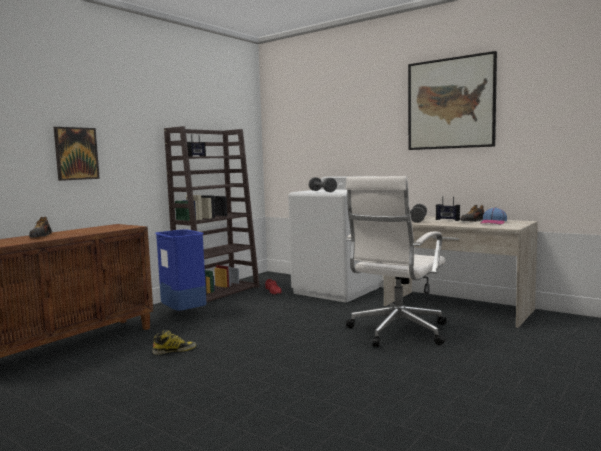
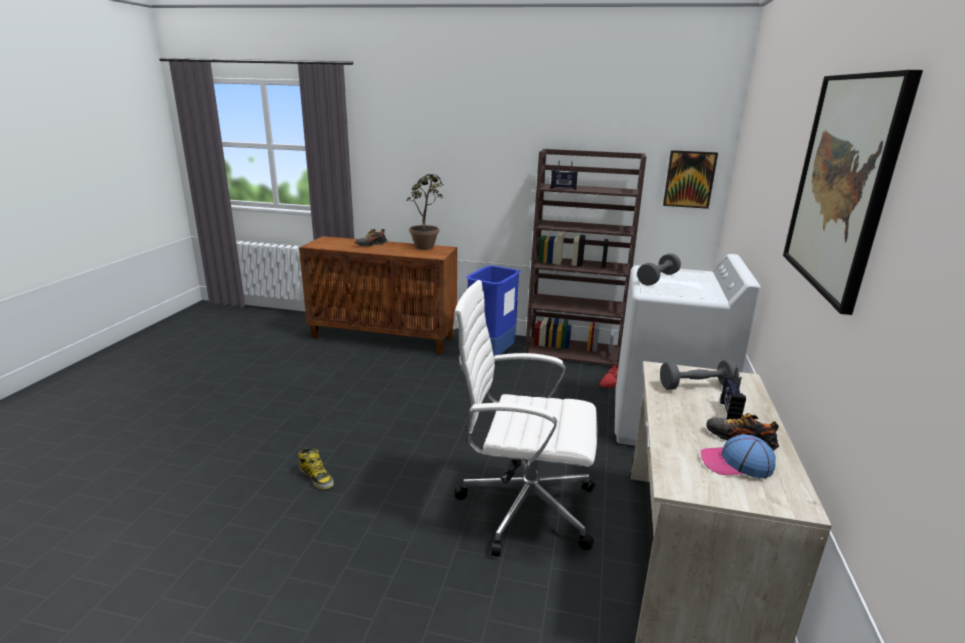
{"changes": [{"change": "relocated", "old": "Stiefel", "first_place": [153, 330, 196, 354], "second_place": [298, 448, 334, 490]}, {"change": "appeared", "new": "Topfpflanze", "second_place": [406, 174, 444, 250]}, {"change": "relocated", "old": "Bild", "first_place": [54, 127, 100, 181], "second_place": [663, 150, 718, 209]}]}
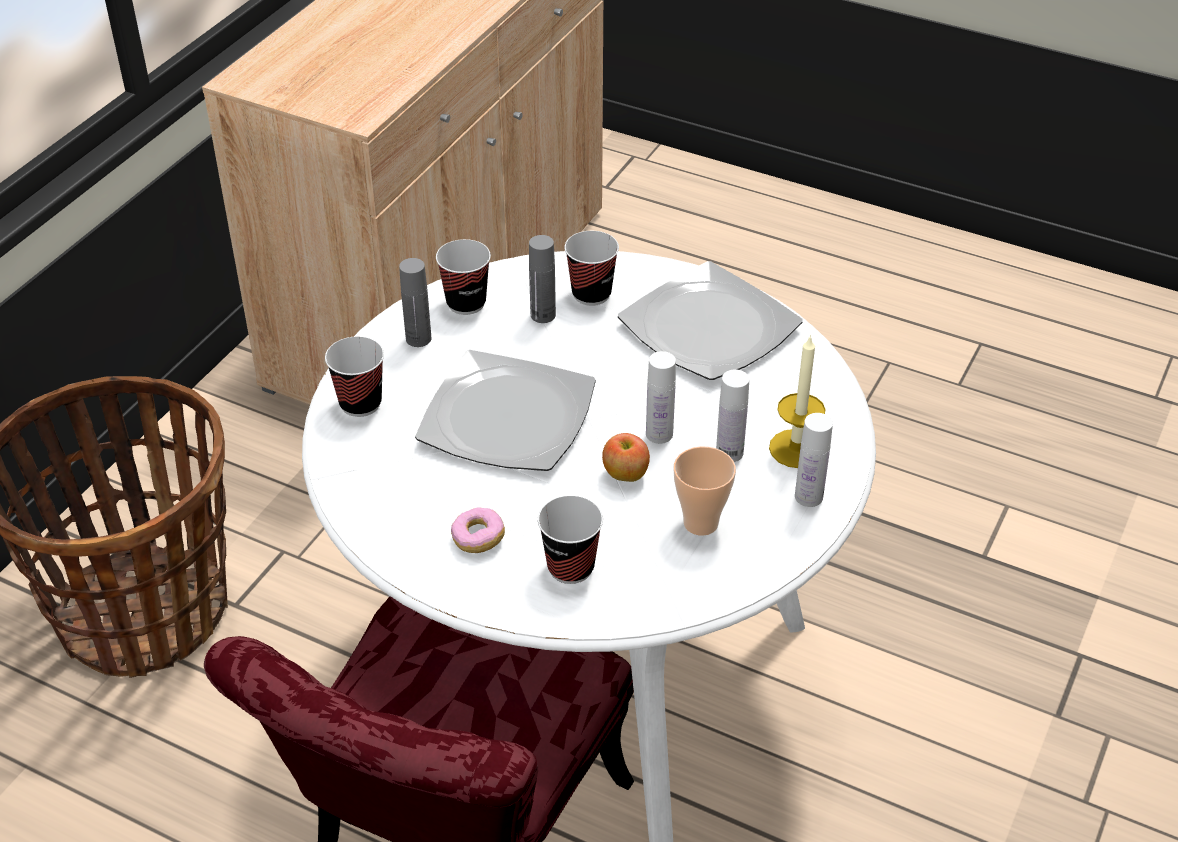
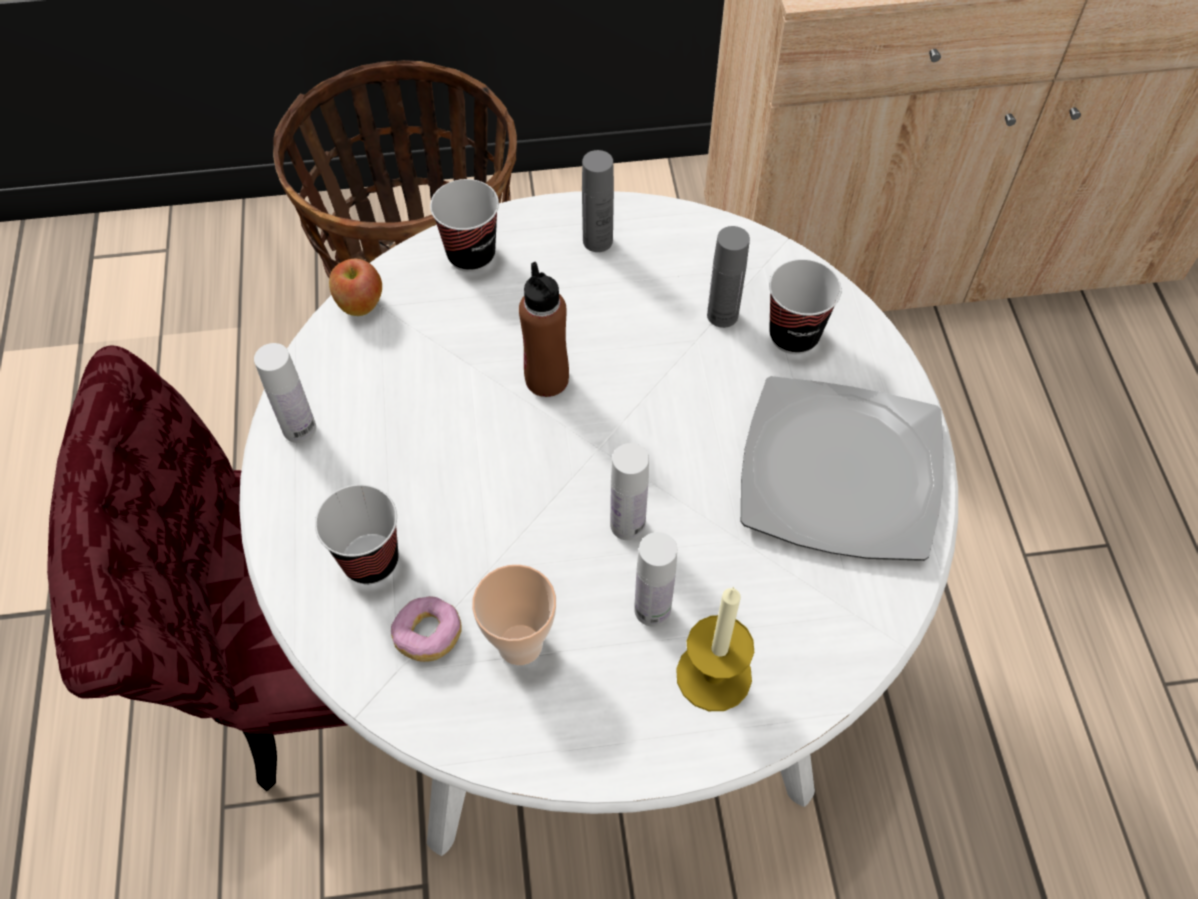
{"changes": [{"change": "relocated", "old": "Flasche (weiß)", "first_place": [795, 413, 833, 507], "second_place": [254, 343, 316, 443]}, {"change": "relocated", "old": "Apfel", "first_place": [602, 433, 650, 482], "second_place": [329, 259, 382, 316]}, {"change": "relocated", "old": "Donut", "first_place": [451, 507, 505, 553], "second_place": [391, 596, 462, 662]}, {"change": "exchanged", "old": "Teller", "new": "Flasche (braun)", "first_place": [415, 350, 596, 471], "second_place": [519, 262, 569, 397]}, {"change": "missing", "old": "Tasse", "first_place": [436, 239, 491, 315]}]}
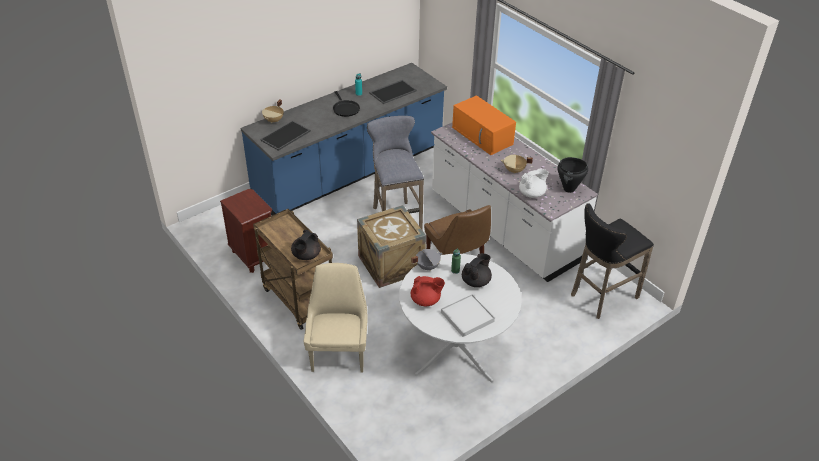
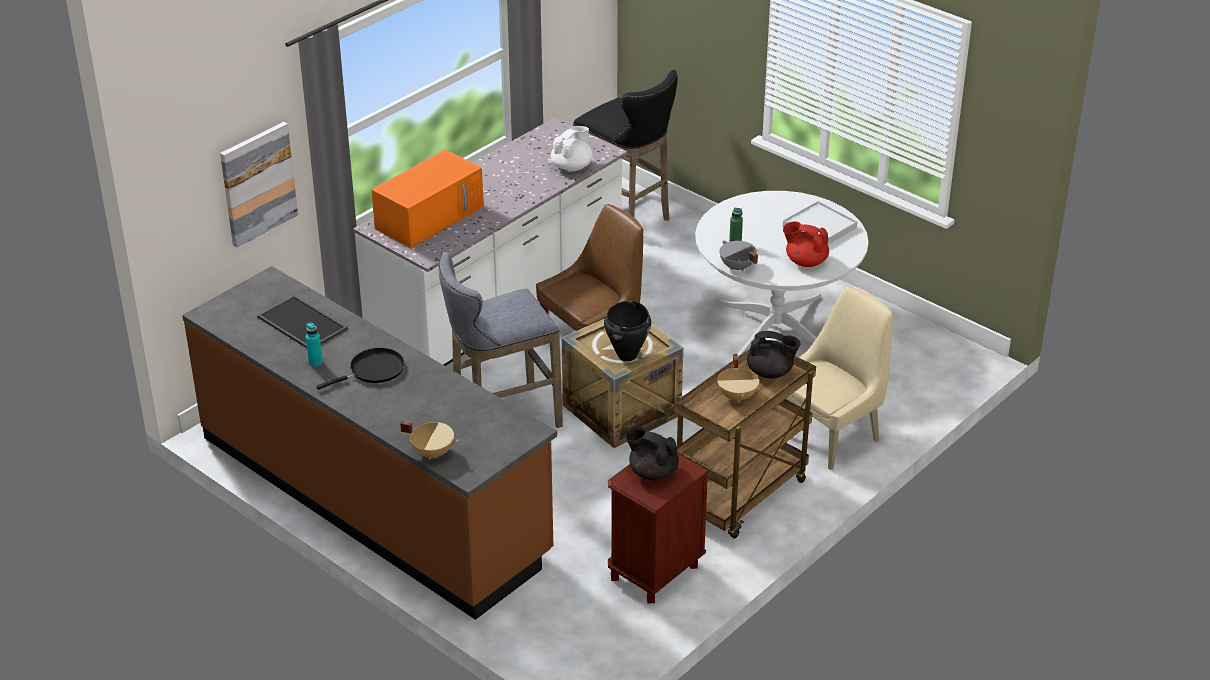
{"changes": [{"change": "colour", "old": "Küchenzeile (blau)", "new": "Küchenzeile (braun)", "first_place": [240, 63, 447, 215], "second_place": [182, 266, 557, 620]}, {"change": "appeared", "new": "Bild", "second_place": [220, 122, 298, 248]}, {"change": "spun", "old": "Teekanne (weiß)", "first_place": [519, 169, 549, 198], "second_place": [551, 126, 593, 172], "degrees": 75}, {"change": "relocated", "old": "Kochtopf (schwarz)", "first_place": [557, 157, 588, 193], "second_place": [604, 301, 651, 361]}, {"change": "relocated", "old": "Teekanne (schwarz)", "first_place": [462, 253, 492, 287], "second_place": [625, 426, 679, 481]}, {"change": "relocated", "old": "Kochtopf (beige)", "first_place": [501, 155, 533, 174], "second_place": [717, 354, 759, 403]}, {"change": "spun", "old": "Teekanne (rot)", "first_place": [411, 276, 445, 306], "second_place": [783, 221, 829, 267], "degrees": -60}, {"change": "spun", "old": "Stuhl (beige)", "first_place": [304, 263, 368, 372], "second_place": [786, 286, 893, 470], "degrees": 150}, {"change": "missing", "old": "Tablett", "first_place": [260, 121, 311, 151]}]}
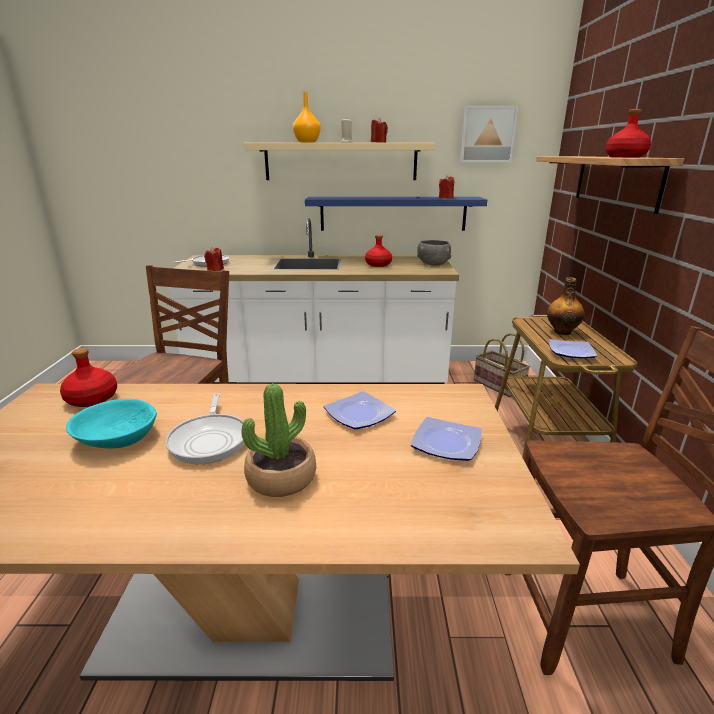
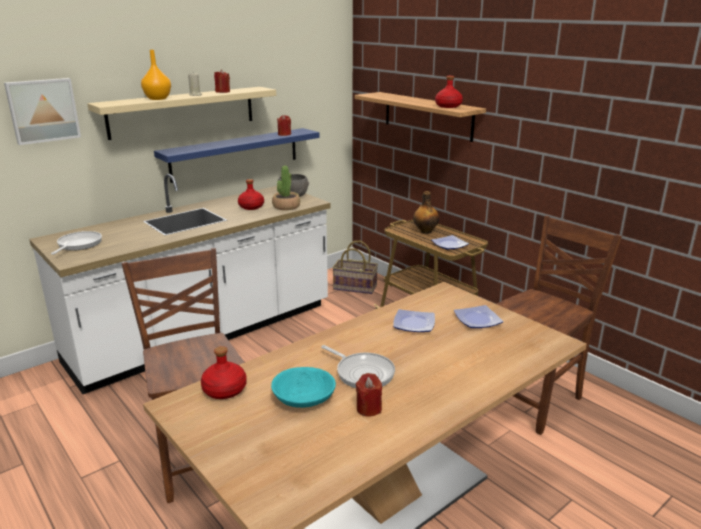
{"changes": [{"change": "relocated", "old": "Bild", "first_place": [460, 106, 518, 162], "second_place": [4, 78, 81, 145]}, {"change": "relocated", "old": "Topfpflanze", "first_place": [241, 383, 316, 497], "second_place": [272, 166, 300, 210]}, {"change": "relocated", "old": "Kerze (rot)", "first_place": [204, 247, 224, 271], "second_place": [356, 373, 382, 416]}]}
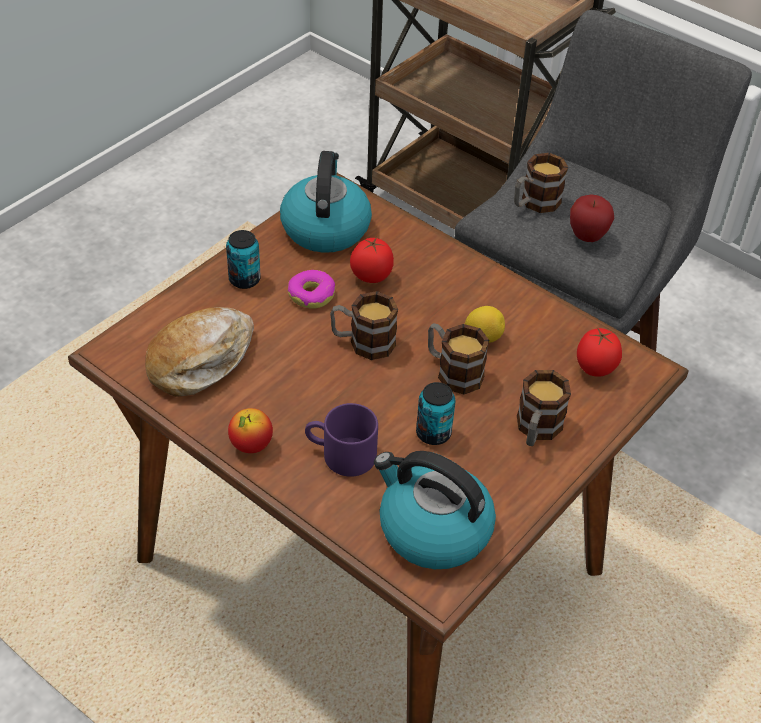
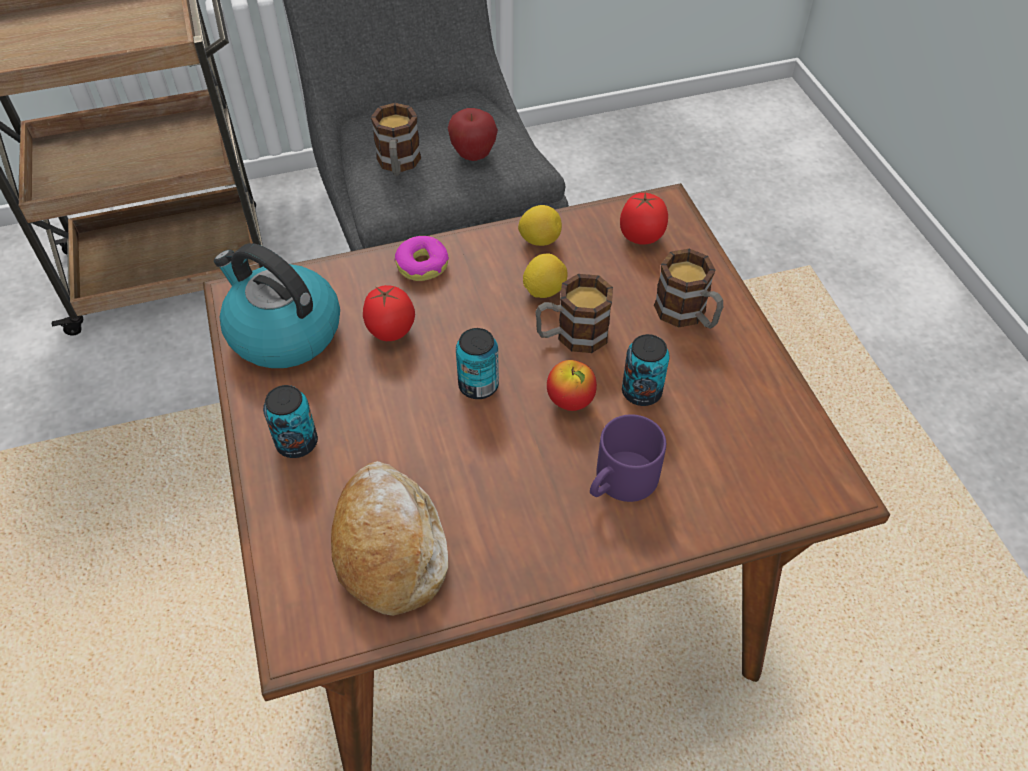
{"changes": [{"change": "relocated", "old": "Donut", "first_place": [288, 270, 335, 309], "second_place": [395, 236, 449, 281]}, {"change": "exchanged", "old": "Henkelbecher", "new": "Dose", "first_place": [330, 291, 398, 360], "second_place": [456, 328, 499, 399]}, {"change": "appeared", "new": "Zitrone", "second_place": [518, 205, 562, 246]}, {"change": "relocated", "old": "Apfel", "first_place": [228, 408, 273, 453], "second_place": [547, 360, 597, 411]}, {"change": "missing", "old": "Wasserkessel", "first_place": [374, 451, 496, 569]}]}
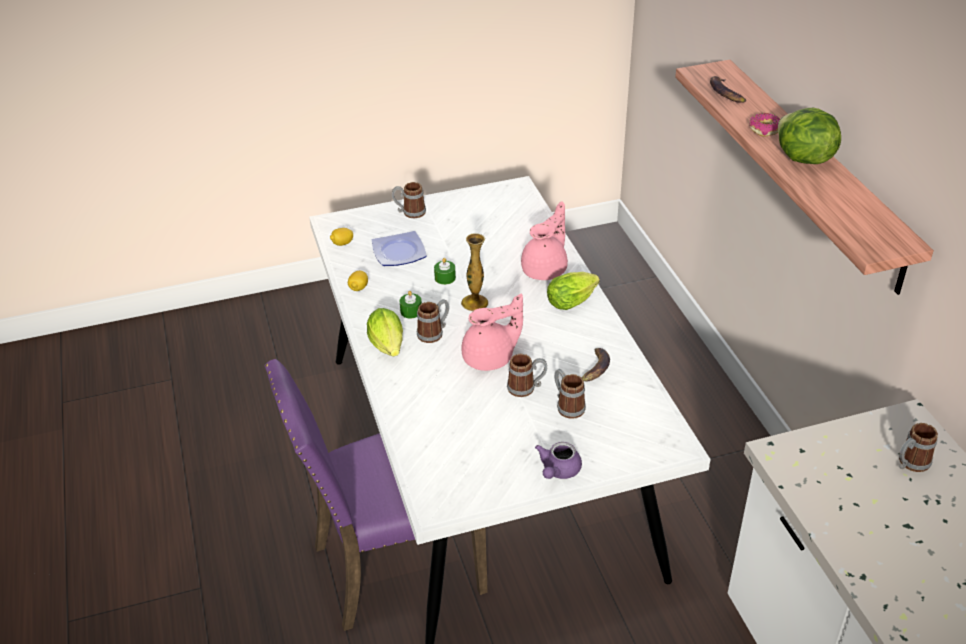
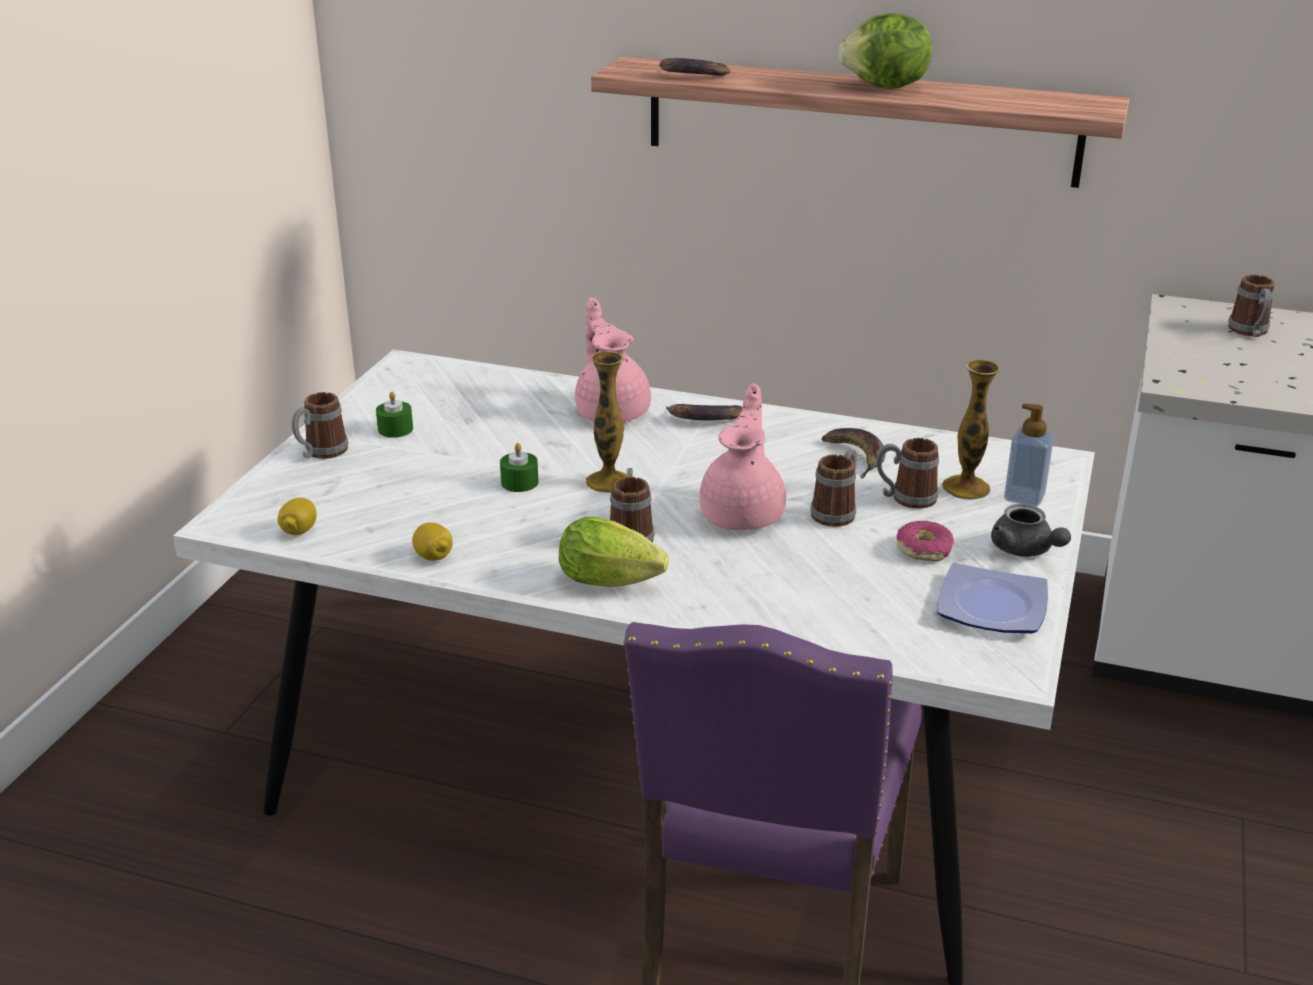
{"changes": [{"change": "relocated", "old": "Kerze (grün)", "first_place": [400, 291, 422, 319], "second_place": [376, 391, 413, 438]}, {"change": "exchanged", "old": "Salatkopf", "new": "Banane", "first_place": [547, 272, 600, 310], "second_place": [666, 404, 742, 421]}, {"change": "relocated", "old": "Donut", "first_place": [749, 113, 780, 137], "second_place": [896, 521, 954, 562]}, {"change": "relocated", "old": "Teller", "first_place": [372, 231, 427, 266], "second_place": [938, 563, 1048, 633]}, {"change": "appeared", "new": "Vase", "second_place": [942, 360, 1000, 500]}, {"change": "colour", "old": "Teekanne (lila)", "new": "Teekanne (grau)", "first_place": [535, 442, 582, 479], "second_place": [991, 504, 1071, 557]}, {"change": "appeared", "new": "Seifenspender", "second_place": [1004, 403, 1054, 507]}]}
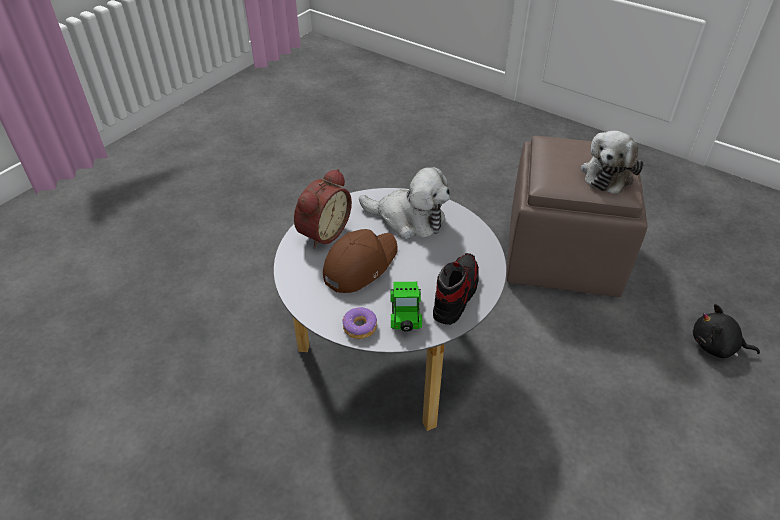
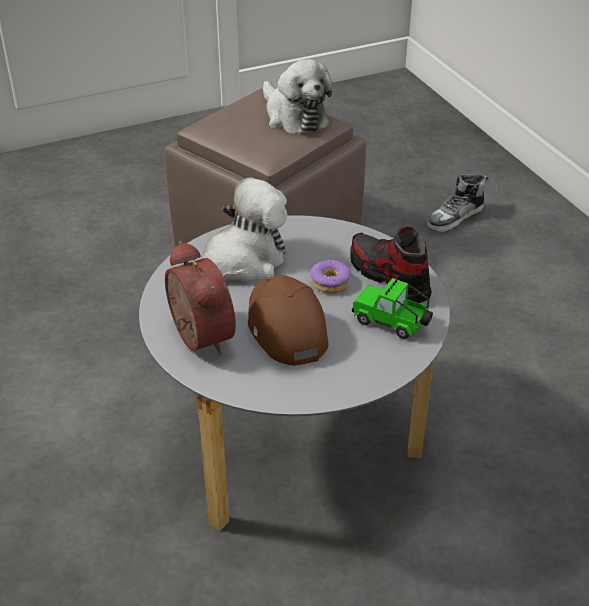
{"changes": [{"change": "relocated", "old": "Donut", "first_place": [343, 307, 377, 339], "second_place": [311, 260, 351, 293]}, {"change": "exchanged", "old": "Plüschtier (schwarz)", "new": "Schuh", "first_place": [693, 304, 760, 358], "second_place": [427, 174, 488, 232]}]}
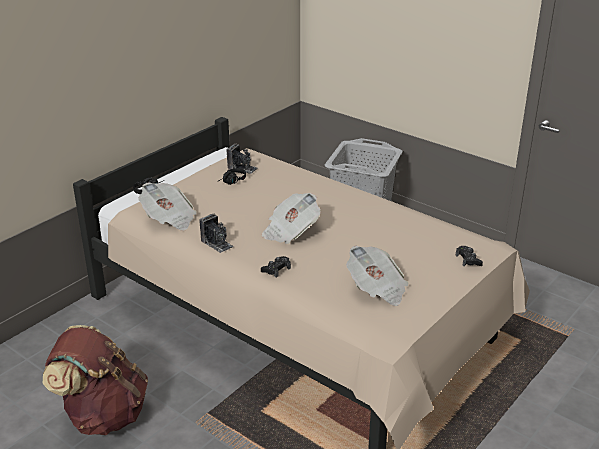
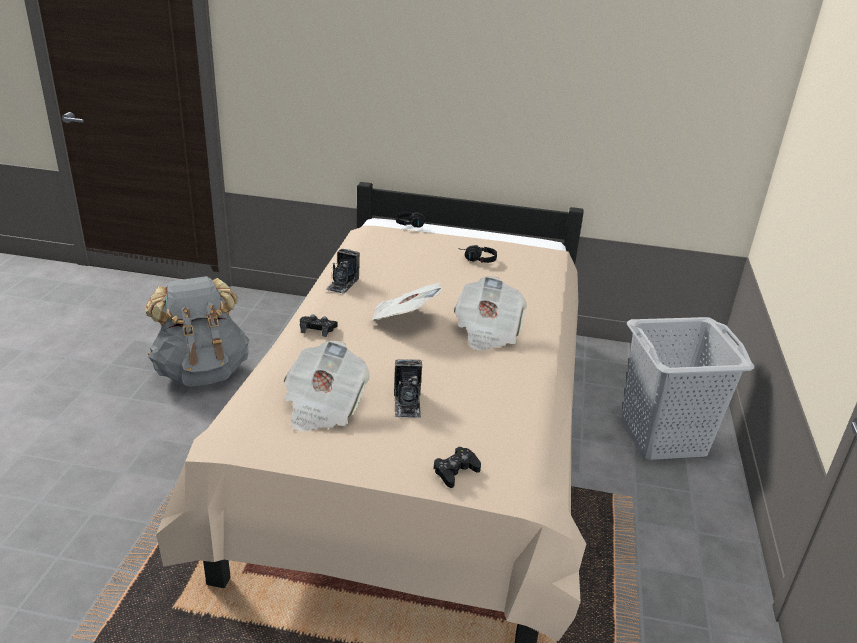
{"changes": [{"change": "colour", "old": "Rucksack (braun)", "new": "Rucksack (grau)", "first_place": [43, 325, 148, 435], "second_place": [145, 276, 250, 387]}, {"change": "relocated", "old": "Kamera", "first_place": [227, 143, 258, 174], "second_place": [394, 359, 422, 418]}, {"change": "relocated", "old": "Zeitung", "first_place": [138, 182, 197, 231], "second_place": [454, 276, 527, 351]}]}
